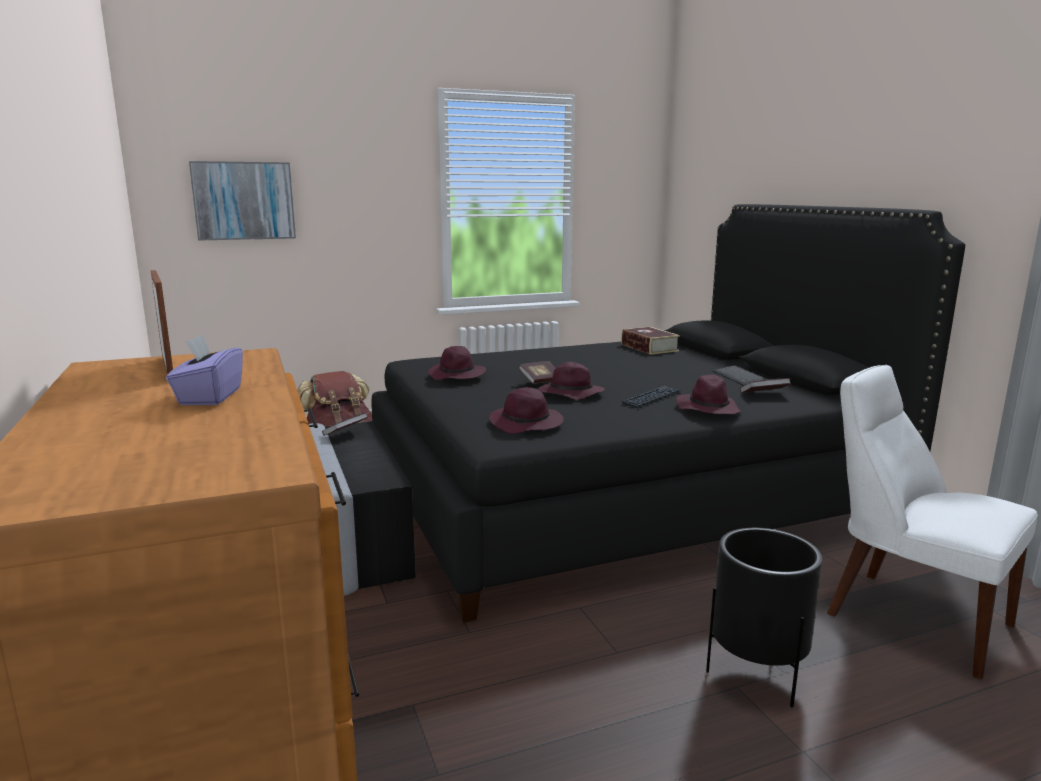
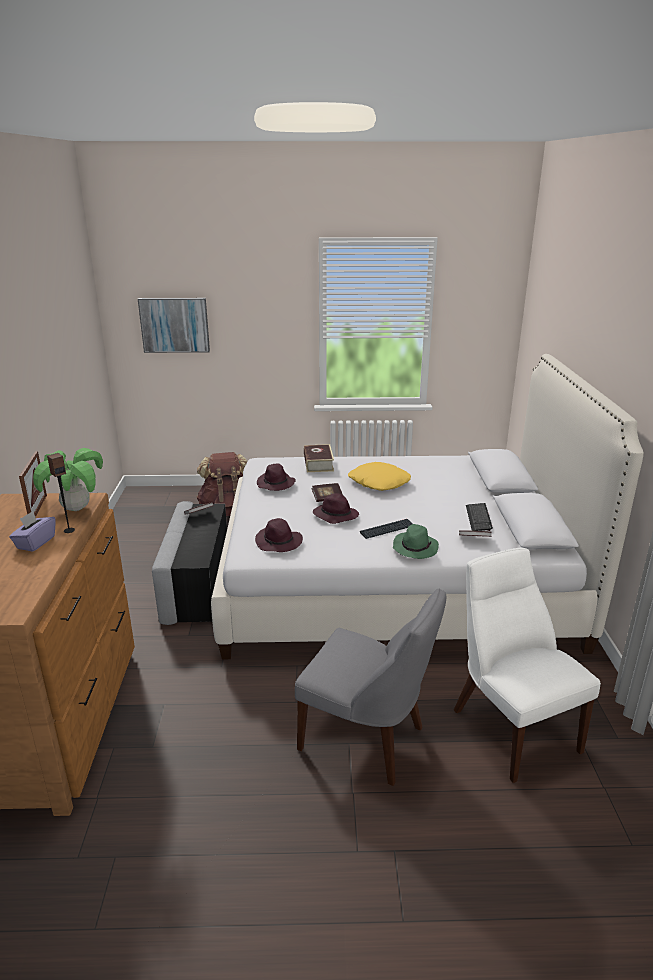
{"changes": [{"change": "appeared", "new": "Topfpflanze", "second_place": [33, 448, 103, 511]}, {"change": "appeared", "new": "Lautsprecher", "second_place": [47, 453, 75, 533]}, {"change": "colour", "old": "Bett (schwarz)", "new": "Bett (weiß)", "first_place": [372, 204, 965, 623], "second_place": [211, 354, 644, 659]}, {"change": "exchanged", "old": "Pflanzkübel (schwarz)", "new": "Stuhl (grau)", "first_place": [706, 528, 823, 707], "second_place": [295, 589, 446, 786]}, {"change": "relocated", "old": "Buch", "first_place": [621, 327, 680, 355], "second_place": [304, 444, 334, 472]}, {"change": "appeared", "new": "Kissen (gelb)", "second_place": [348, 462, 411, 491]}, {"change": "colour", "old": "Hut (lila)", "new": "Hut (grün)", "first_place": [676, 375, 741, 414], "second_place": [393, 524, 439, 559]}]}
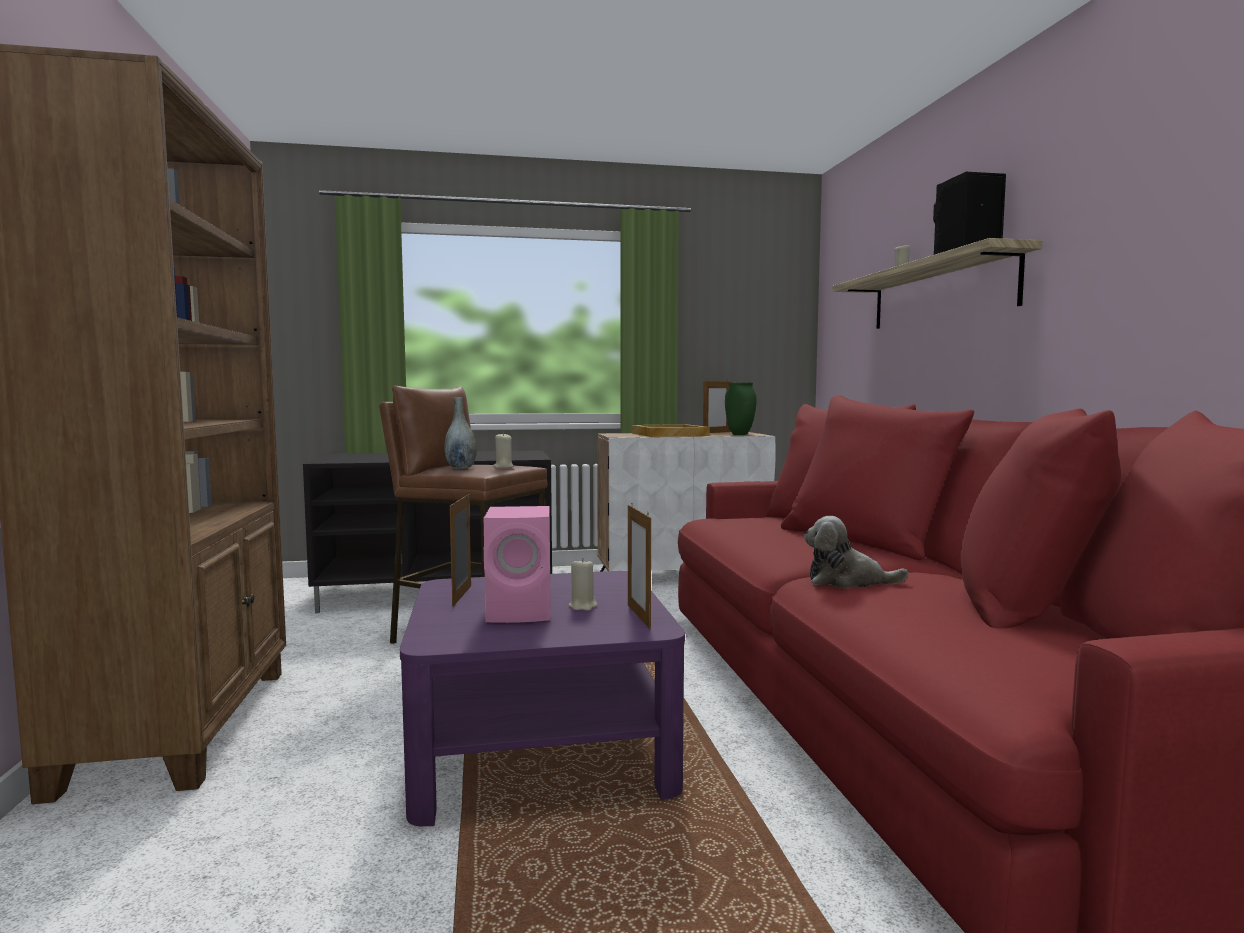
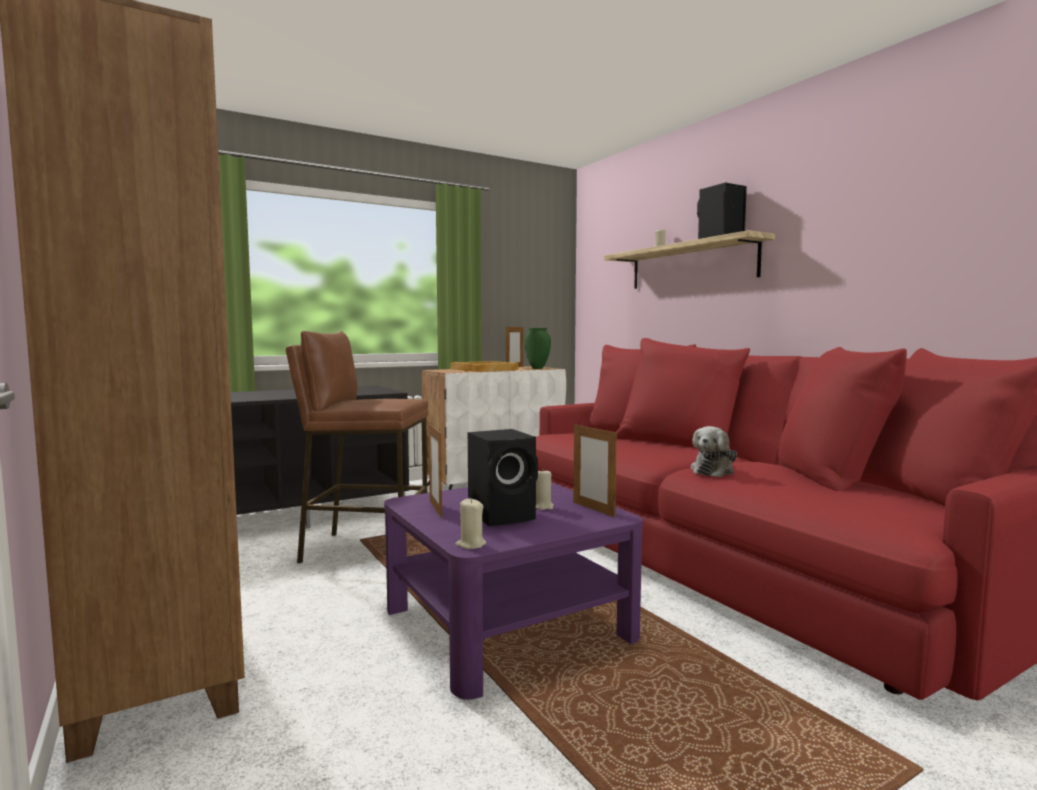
{"changes": [{"change": "relocated", "old": "Kerze (beige)", "first_place": [493, 434, 514, 468], "second_place": [455, 498, 486, 549]}, {"change": "colour", "old": "Lautsprecher (rosa)", "new": "Lautsprecher (schwarz)", "first_place": [484, 506, 551, 623], "second_place": [468, 429, 538, 526]}, {"change": "spun", "old": "Plüschtier", "first_place": [804, 516, 908, 588], "second_place": [691, 426, 737, 477], "degrees": -45}, {"change": "missing", "old": "Vase (grau)", "first_place": [445, 397, 477, 469]}]}
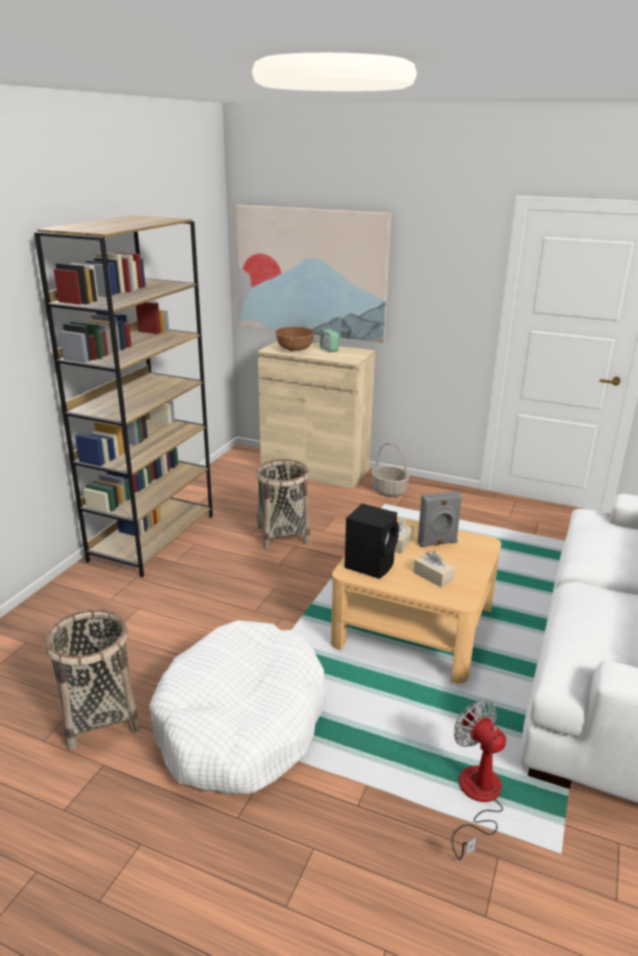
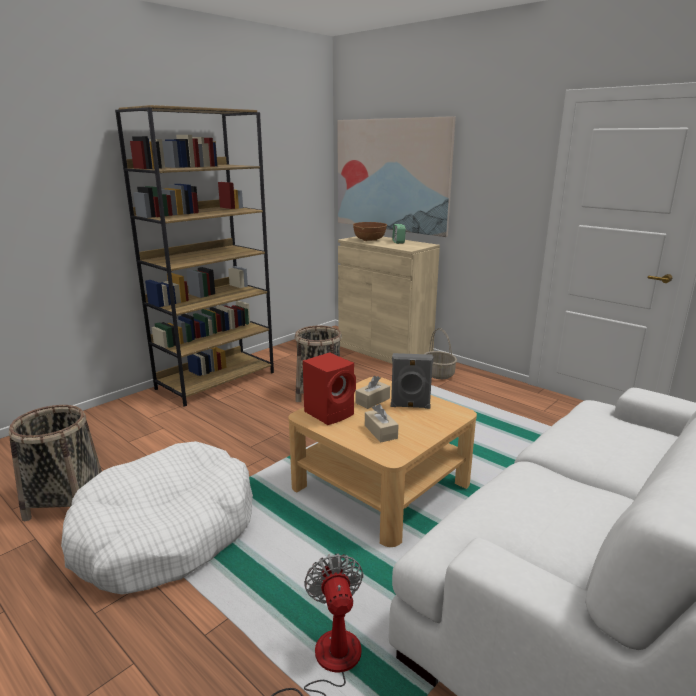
{"changes": [{"change": "colour", "old": "Lautsprecher (schwarz)", "new": "Lautsprecher (rot)", "first_place": [344, 503, 399, 579], "second_place": [303, 352, 356, 425]}]}
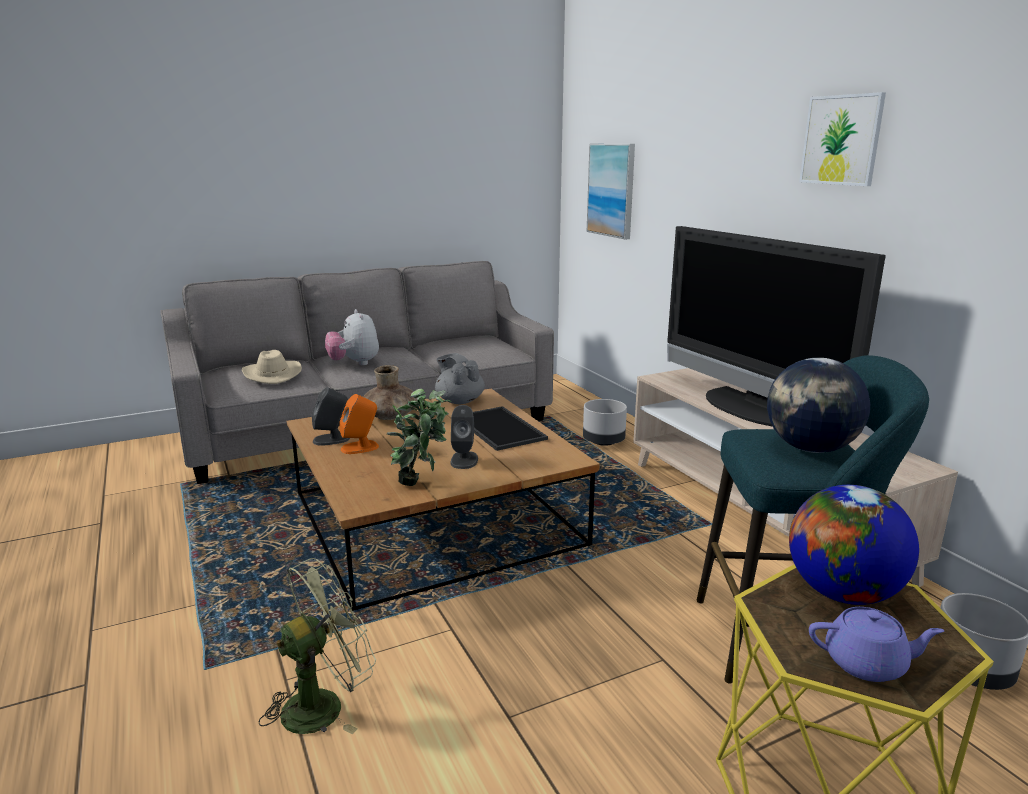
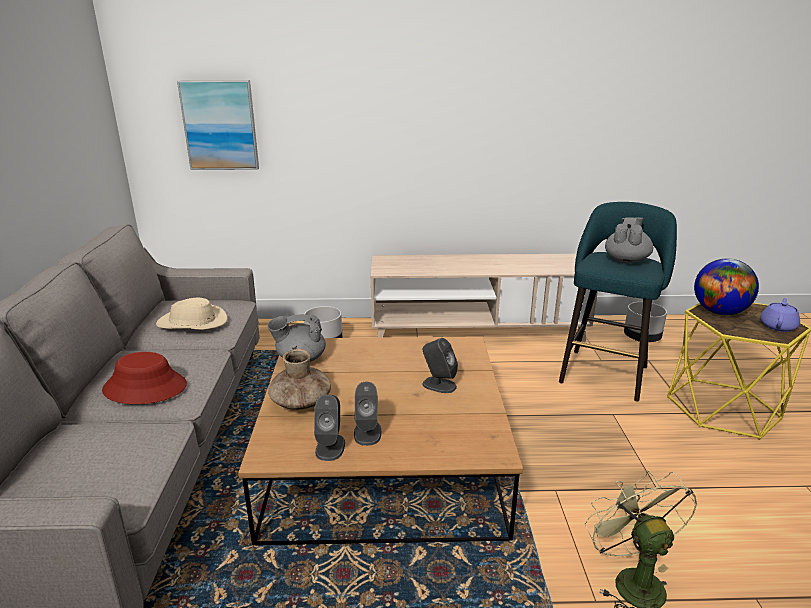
{"changes": [{"change": "exchanged", "old": "Plüschtier", "new": "Hut (rot)", "first_place": [325, 309, 379, 365], "second_place": [102, 352, 187, 404]}, {"change": "relocated", "old": "Hut (beige)", "first_place": [242, 350, 302, 384], "second_place": [156, 298, 227, 330]}, {"change": "colour", "old": "Lautsprecher (orange)", "new": "Lautsprecher (grau)", "first_place": [339, 394, 379, 454], "second_place": [354, 382, 381, 446]}, {"change": "exchanged", "old": "Globus", "new": "Teekanne (grau)", "first_place": [767, 358, 870, 453], "second_place": [605, 218, 653, 263]}, {"change": "missing", "old": "Topfpflanze", "first_place": [387, 389, 452, 486]}, {"change": "missing", "old": "Tablett", "first_place": [473, 406, 548, 451]}, {"change": "missing", "old": "Fernseher", "first_place": [667, 226, 886, 427]}, {"change": "missing", "old": "Bild", "first_place": [799, 92, 886, 186]}]}
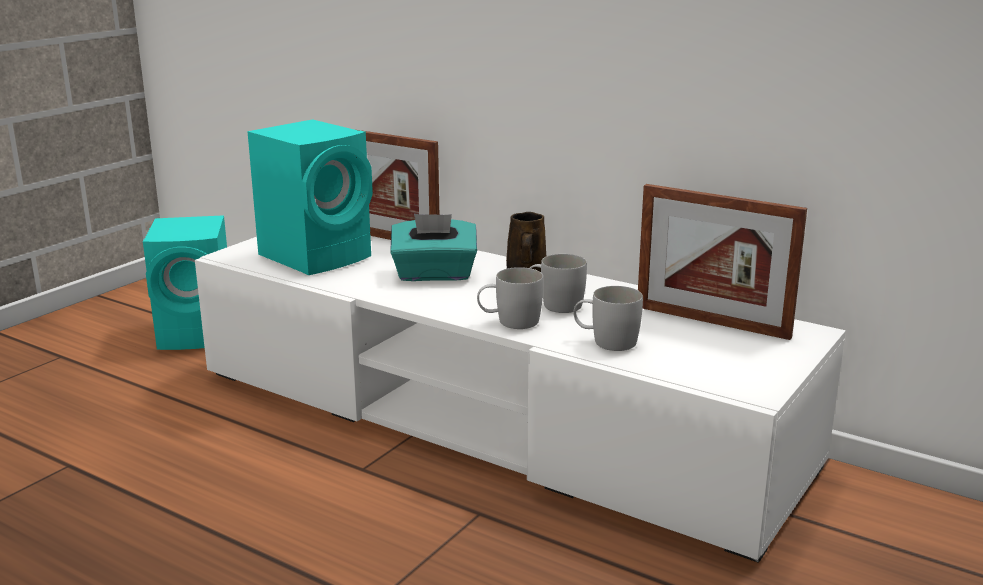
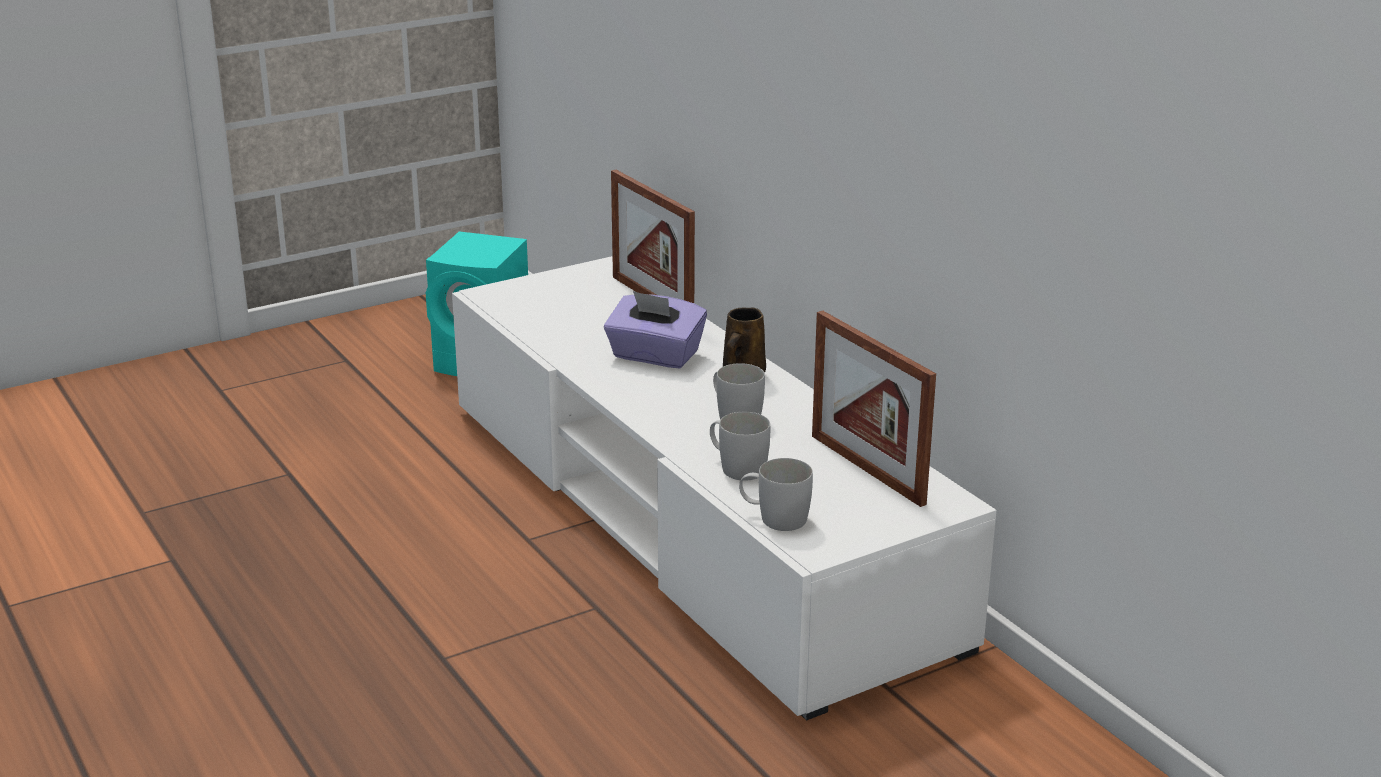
{"changes": [{"change": "colour", "old": "Taschentuchbox (türkis)", "new": "Taschentuchbox (lila)", "first_place": [390, 214, 477, 281], "second_place": [604, 291, 707, 369]}, {"change": "relocated", "old": "Henkelbecher (weiß)", "first_place": [477, 267, 543, 329], "second_place": [739, 458, 813, 531]}, {"change": "missing", "old": "Lautsprecher (türkis)", "first_place": [247, 119, 373, 275]}]}
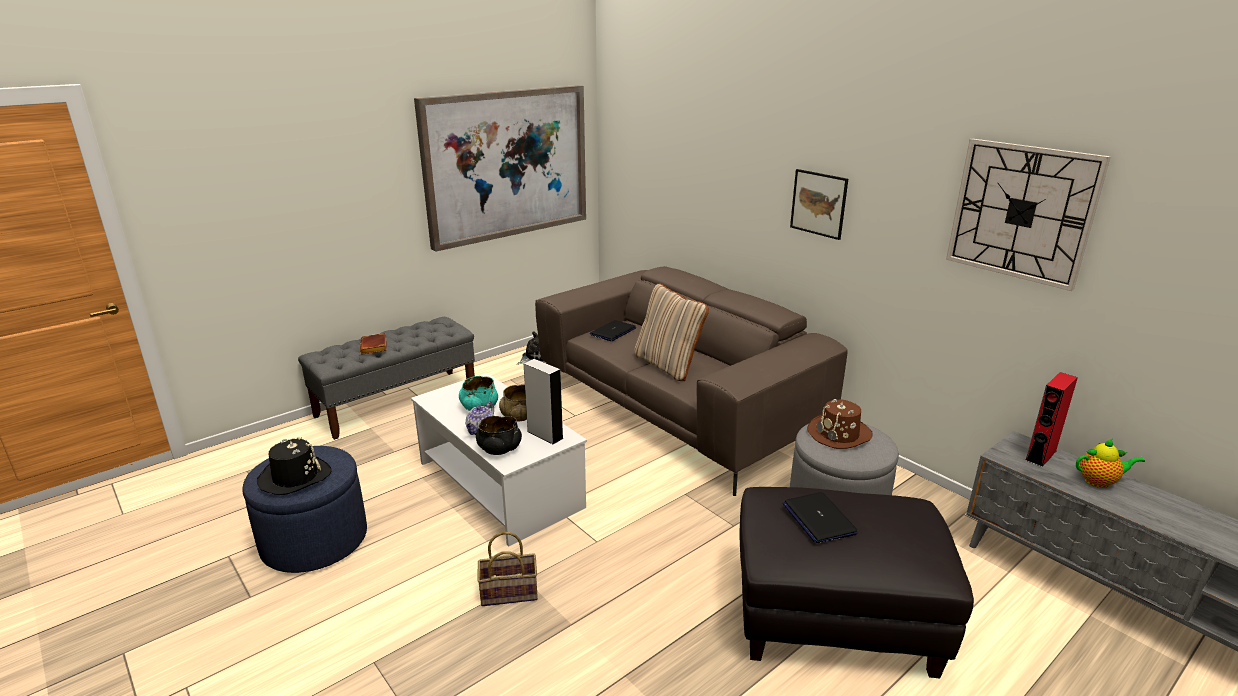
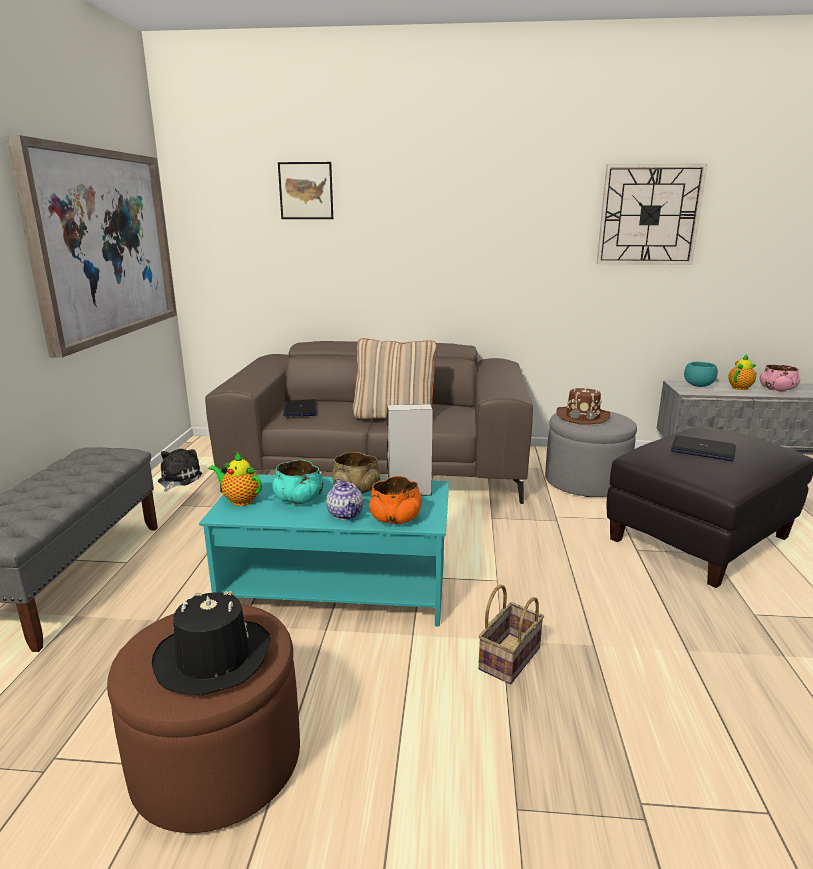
{"changes": [{"change": "colour", "old": "Polsterhocker (blau)", "new": "Polsterhocker (braun)", "first_place": [243, 446, 367, 573], "second_place": [107, 605, 300, 833]}, {"change": "colour", "old": "Couchtisch (weiß)", "new": "Couchtisch (türkis)", "first_place": [411, 373, 587, 546], "second_place": [199, 474, 449, 627]}, {"change": "appeared", "new": "Teekanne", "second_place": [209, 453, 262, 506]}, {"change": "relocated", "old": "Bild", "first_place": [790, 169, 848, 240], "second_place": [278, 162, 333, 219]}, {"change": "colour", "old": "Schüssel (schwarz)", "new": "Schüssel (orange)", "first_place": [476, 416, 522, 455], "second_place": [369, 476, 422, 524]}, {"change": "exchanged", "old": "Lautsprecher (rot)", "new": "Schüssel (türkis)", "first_place": [1025, 372, 1078, 467], "second_place": [684, 362, 718, 387]}, {"change": "appeared", "new": "Schüssel (rosa)", "second_place": [760, 364, 800, 392]}, {"change": "missing", "old": "Buch (braun)", "first_place": [360, 333, 387, 355]}]}
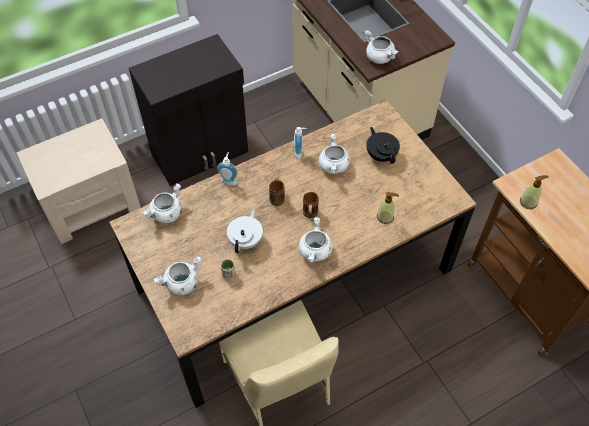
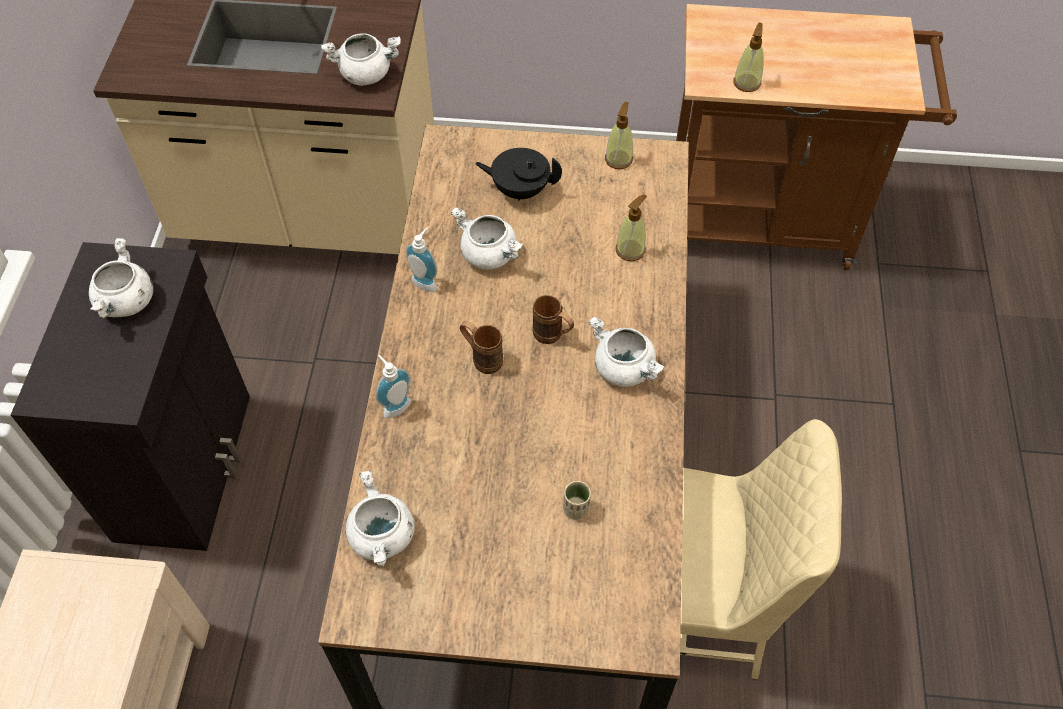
{"changes": [{"change": "relocated", "old": "Kochtopf (weiß)", "first_place": [154, 256, 202, 295], "second_place": [89, 238, 153, 318]}, {"change": "appeared", "new": "Seifenspender", "second_place": [605, 102, 633, 169]}, {"change": "missing", "old": "Teekanne (weiß)", "first_place": [227, 209, 263, 253]}]}
